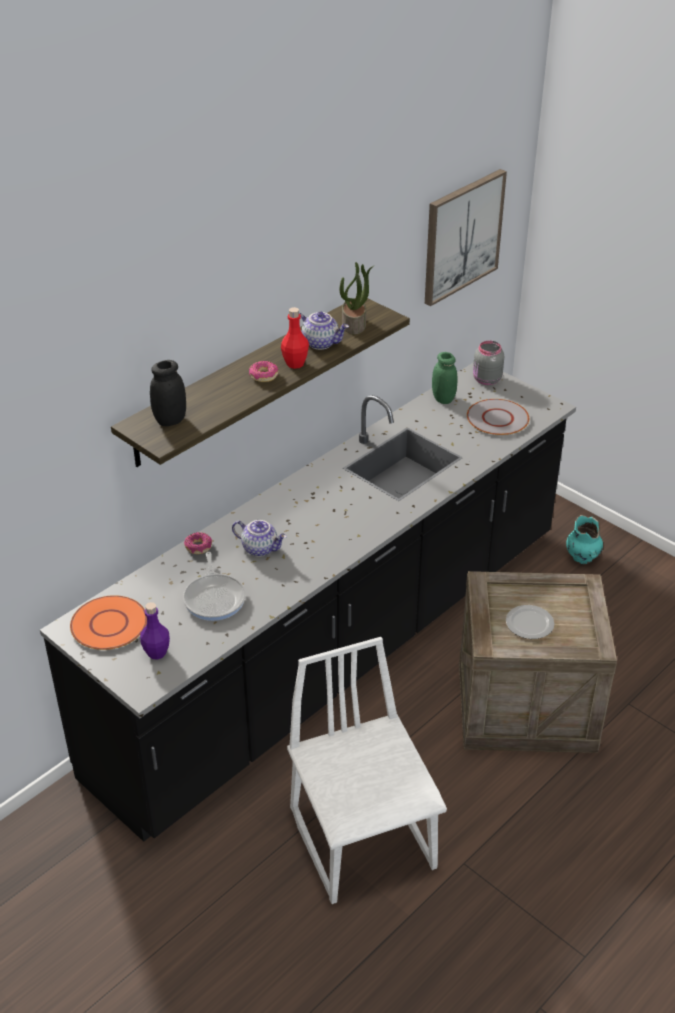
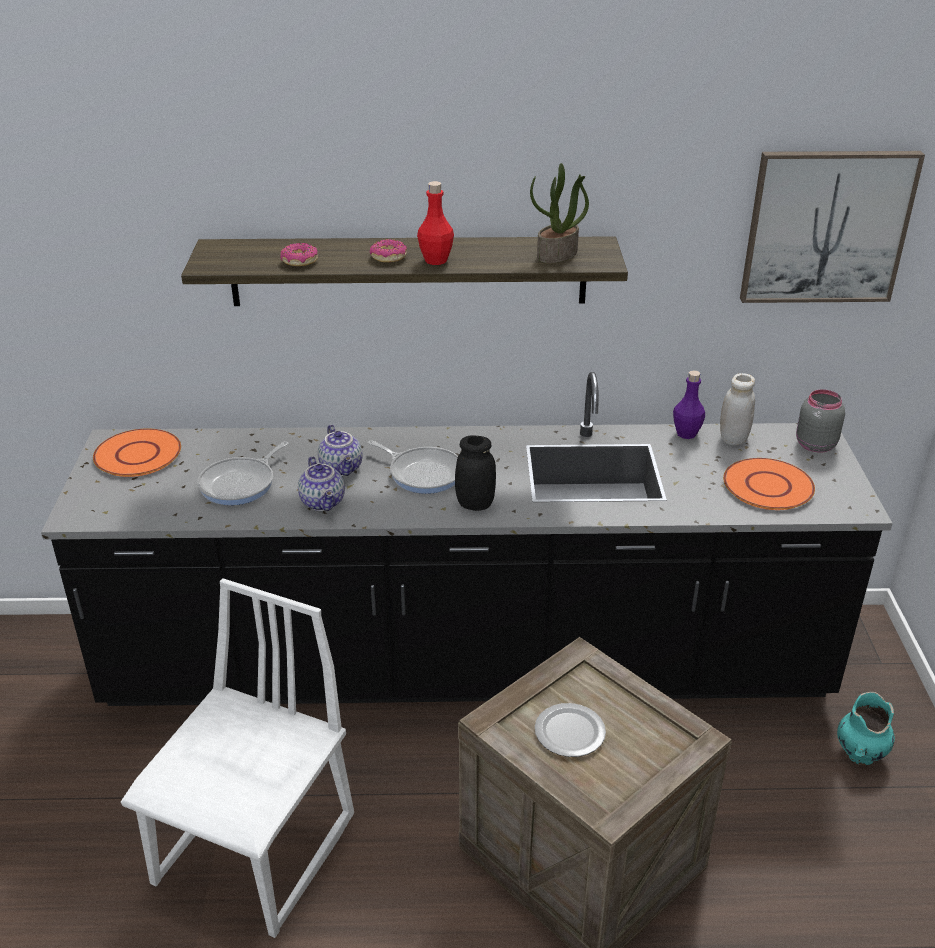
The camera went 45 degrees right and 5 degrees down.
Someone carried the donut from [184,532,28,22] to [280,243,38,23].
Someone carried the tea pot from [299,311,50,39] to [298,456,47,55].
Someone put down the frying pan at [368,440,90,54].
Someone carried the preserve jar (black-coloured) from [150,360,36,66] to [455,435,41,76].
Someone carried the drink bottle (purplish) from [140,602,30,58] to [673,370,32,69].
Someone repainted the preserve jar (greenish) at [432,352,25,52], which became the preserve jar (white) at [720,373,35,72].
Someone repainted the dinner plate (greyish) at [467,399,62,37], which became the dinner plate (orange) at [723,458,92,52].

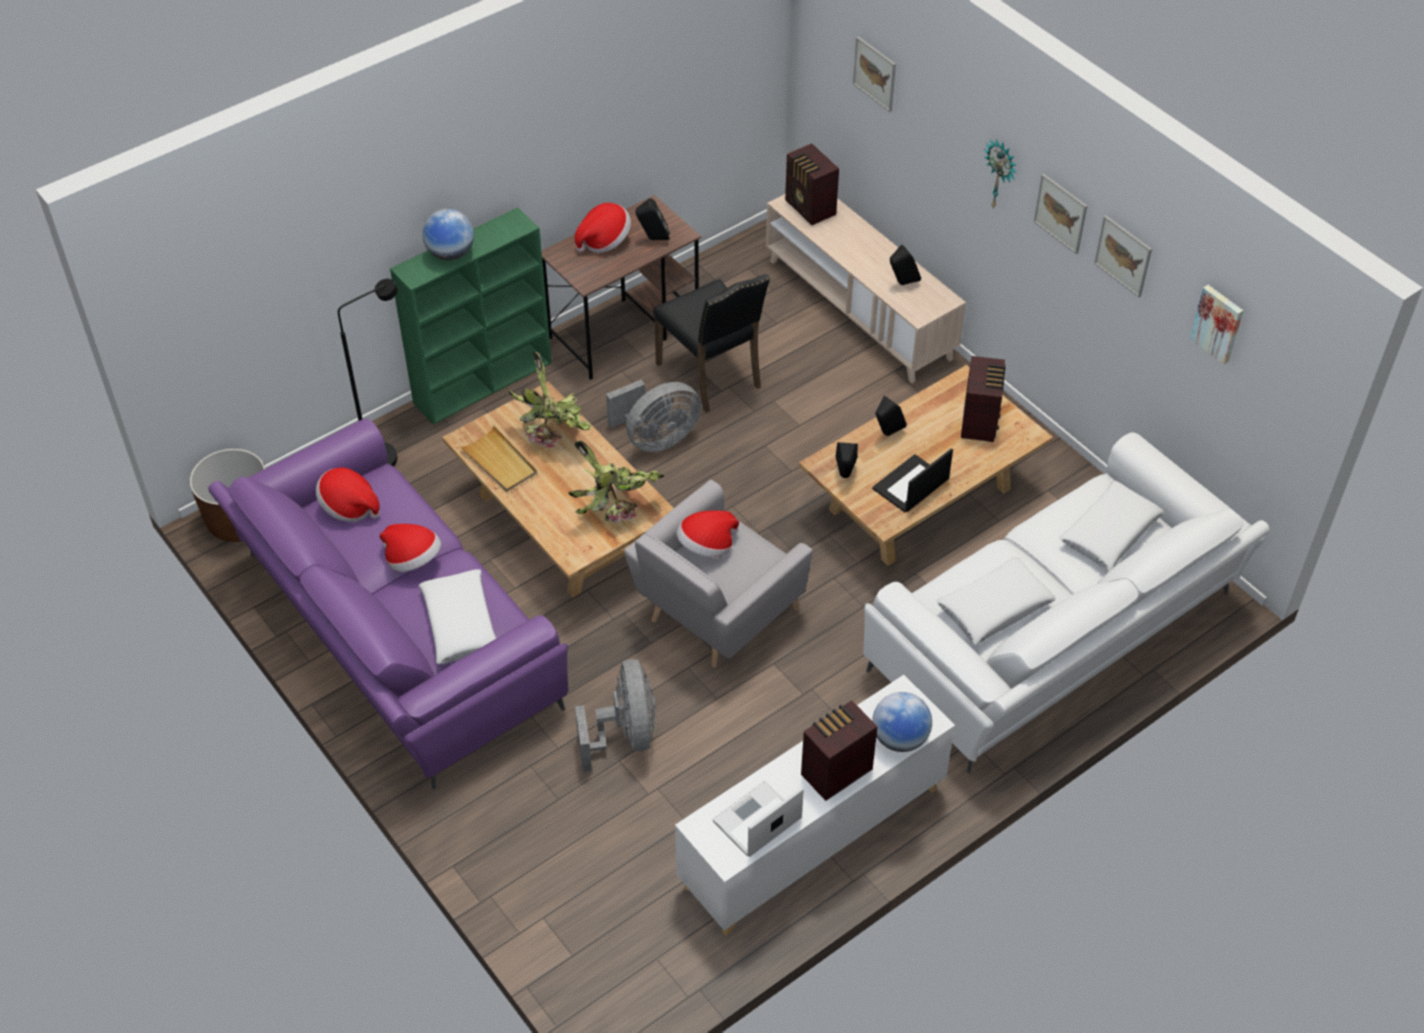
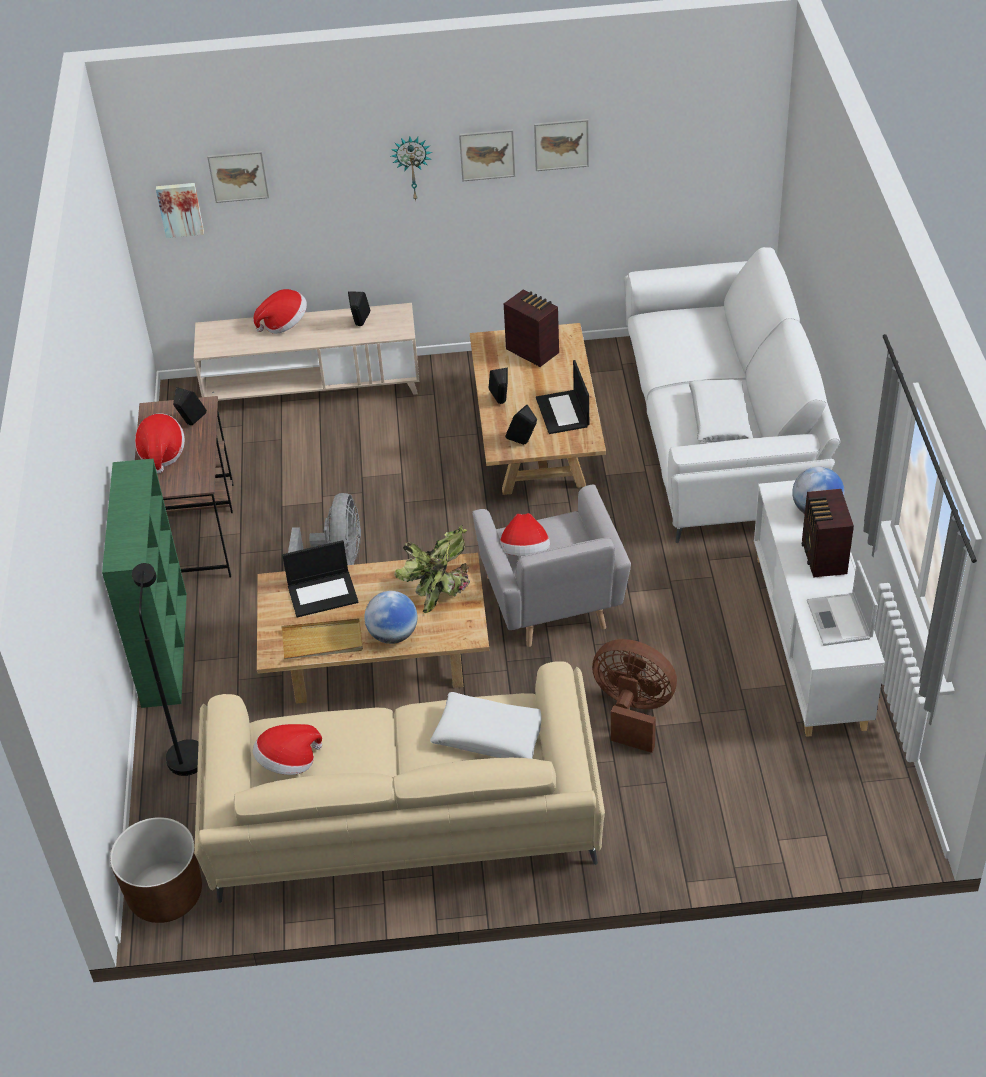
The camera went 55 degrees left and 5 degrees down.
Someone carried the wall picture from [1190,285,53,80] to [156,183,48,55].
Someone repainted the settee (purplish) at [208,419,360,370], which became the settee (beige) at [194,661,411,242].
Someone carried the hat from [379,524,62,48] to [253,289,54,45].
Someone swapped the plant in a pot at [507,352,84,96] for the portable computer at [282,540,76,78].
Someone carried the world globe from [422,209,52,51] to [364,591,54,53].
Someone repainted the fan (greyish) at [575,659,81,113], which became the fan (brown) at [592,639,85,114].
Someone took away the upright chair (black-coloured) at [654,274,116,139].
Someone took away the radio at [785,143,54,82].
Someone took away the throw pillow (white) at [1059,481,105,89].

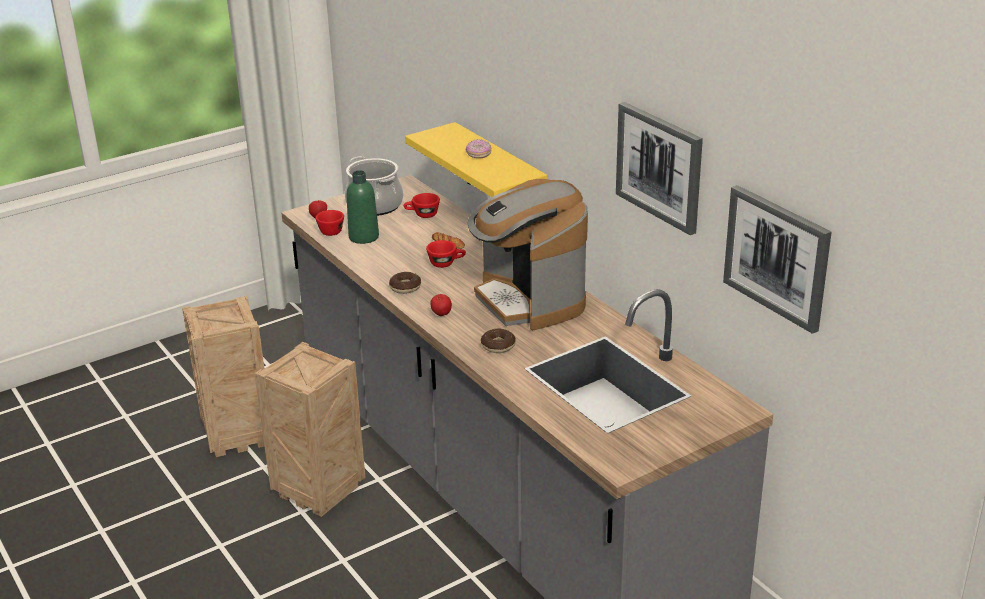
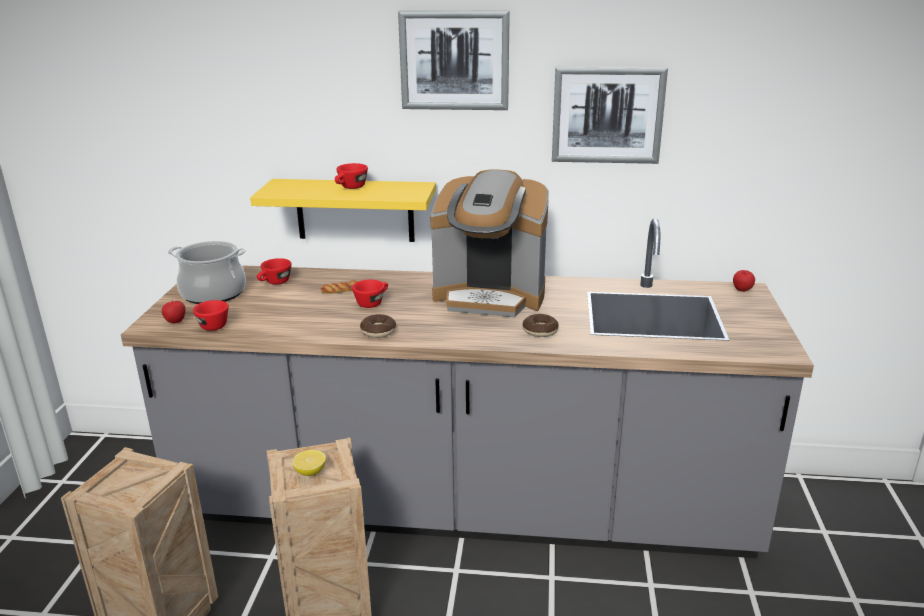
The camera went 50 degrees left and 5 degrees down.
Someone put down the whole lemon at [293,450,33,26].
Someone swapped the donut at [466,139,25,19] for the cup (red) at [335,163,33,26].
Someone carried the wall picture from [723,185,108,149] to [398,11,112,99].
Someone carried the apple from [430,294,22,22] to [733,270,22,22].
Someone took away the drink bottle (greenish) at [347,170,32,74].

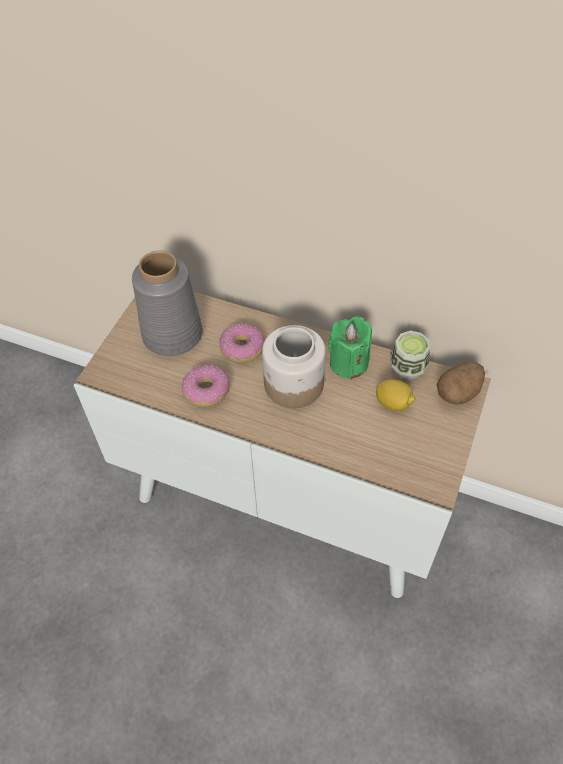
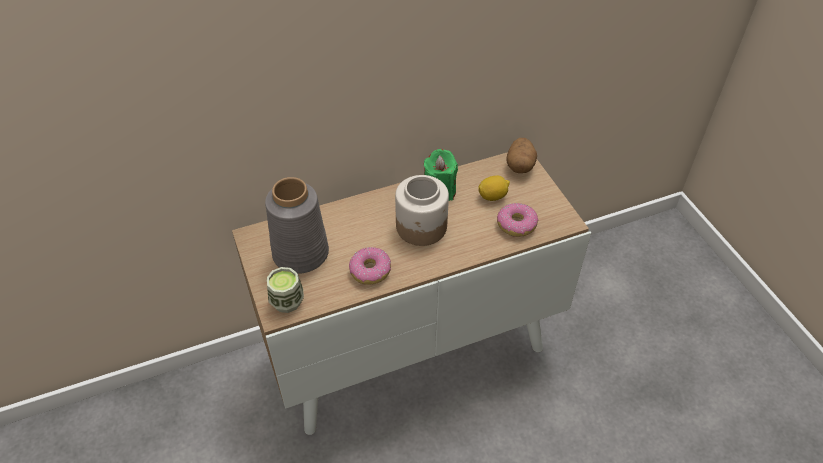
The camera went 45 degrees left and 5 degrees down.
Someone carried the cup from [390,331,40,49] to [267,267,37,46].
Someone carried the donut from [219,324,45,39] to [497,203,41,34].

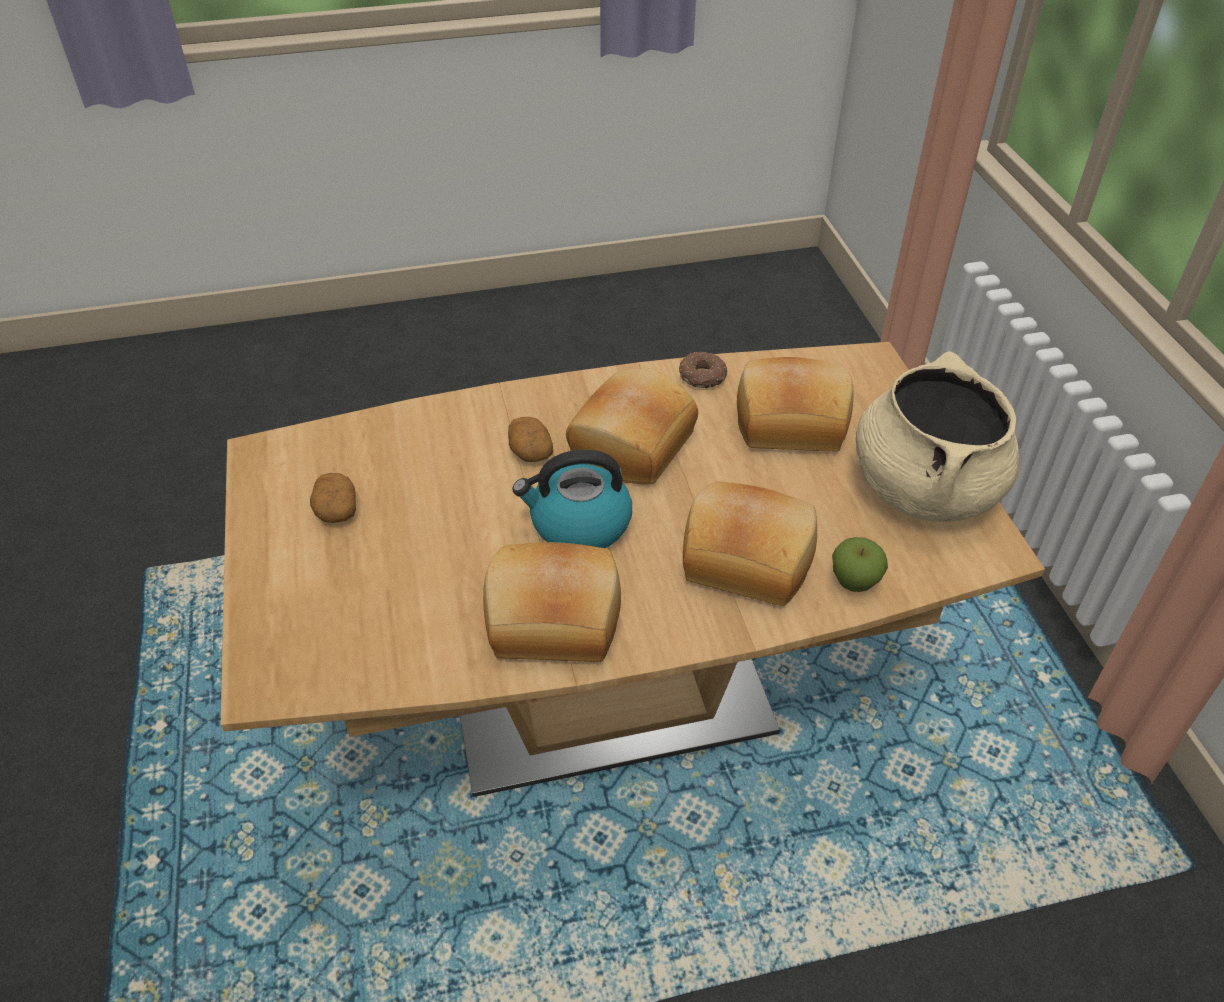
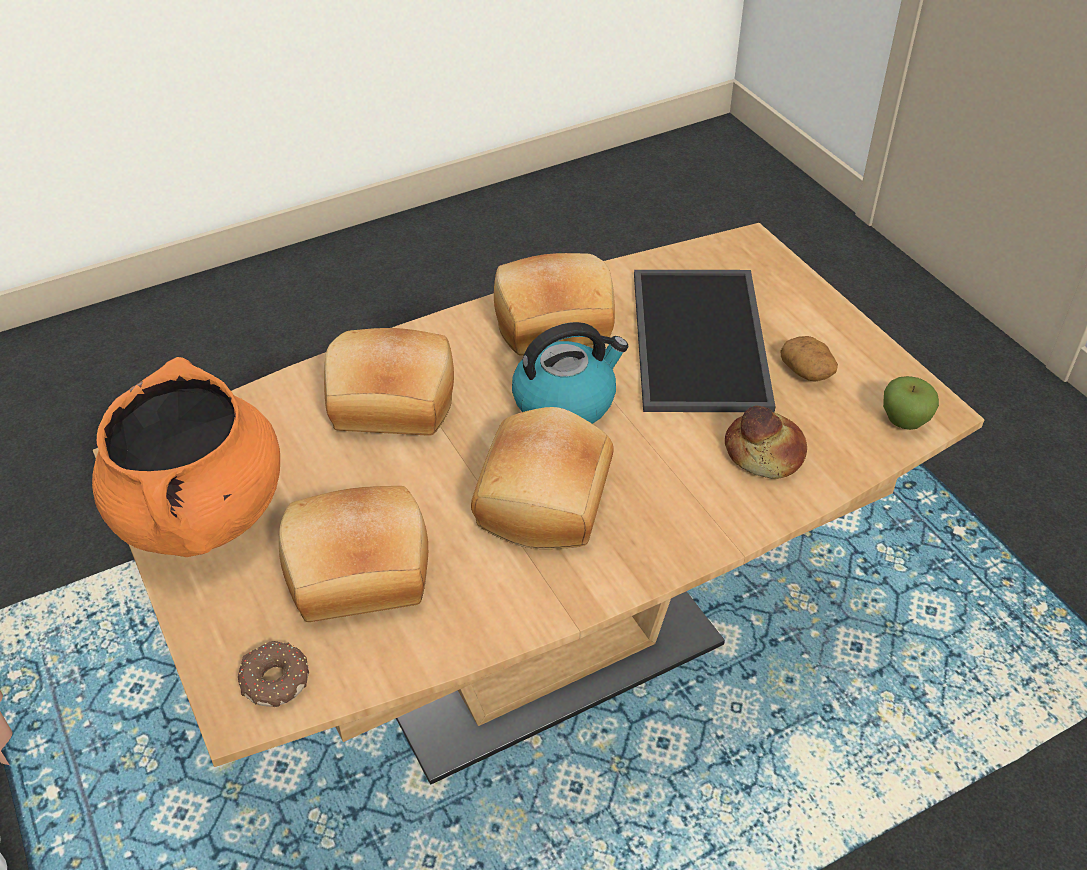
The camera went 165 degrees right and 0 degrees up.
Someone repainted the saucepot (beige) at [856,351,163,171], which became the saucepot (orange) at [92,357,188,200].
Someone carried the donut from [679,351,48,37] to [238,641,71,66].
Someone put down the tray at [634,270,142,142].
Someone put down the bread at [725,406,82,73].
Someone carried the apple from [832,537,56,55] to [883,376,56,54].
Someone took away the whole potato at [508,417,45,45].

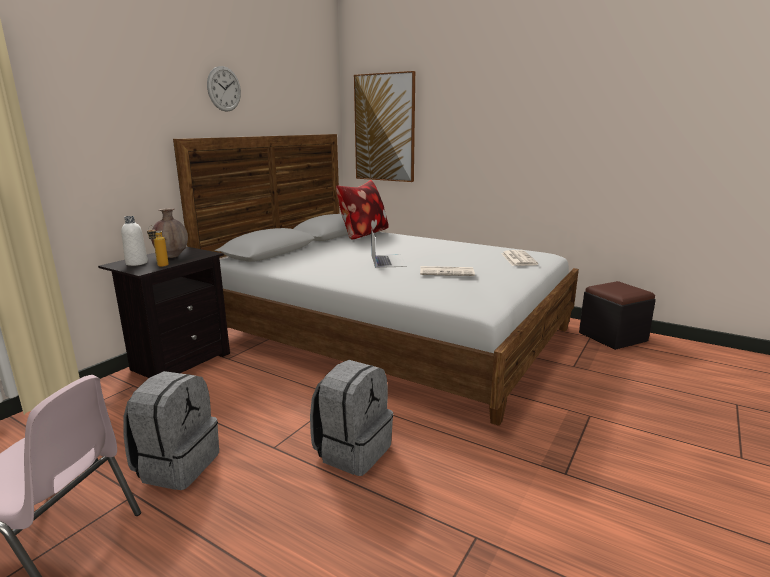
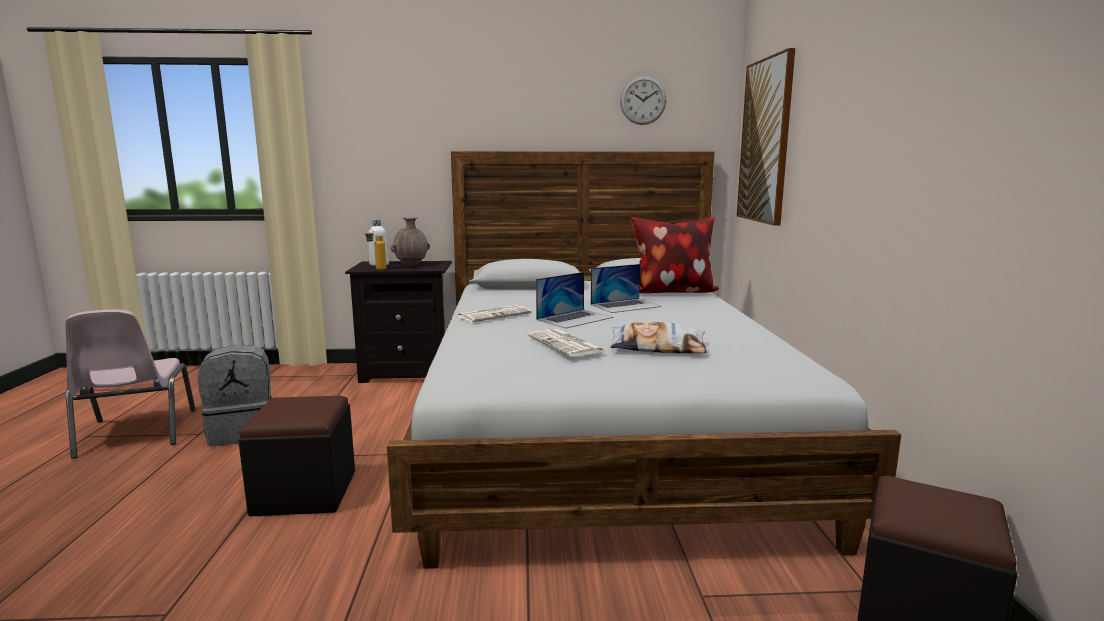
The camera went 55 degrees right and 5 degrees down.
Someone swapped the backpack (greyish) at [310,360,83,116] for the pouffe (black-coloured) at [238,396,117,120].
Someone carried the daily paper from [501,250,37,16] to [458,305,73,17].
Someone put down the portable computer at [591,264,71,49].
Someone put down the throw pillow at [611,322,96,31].
Someone carried the hanging clock from [207,66,34,46] to [620,76,46,49].

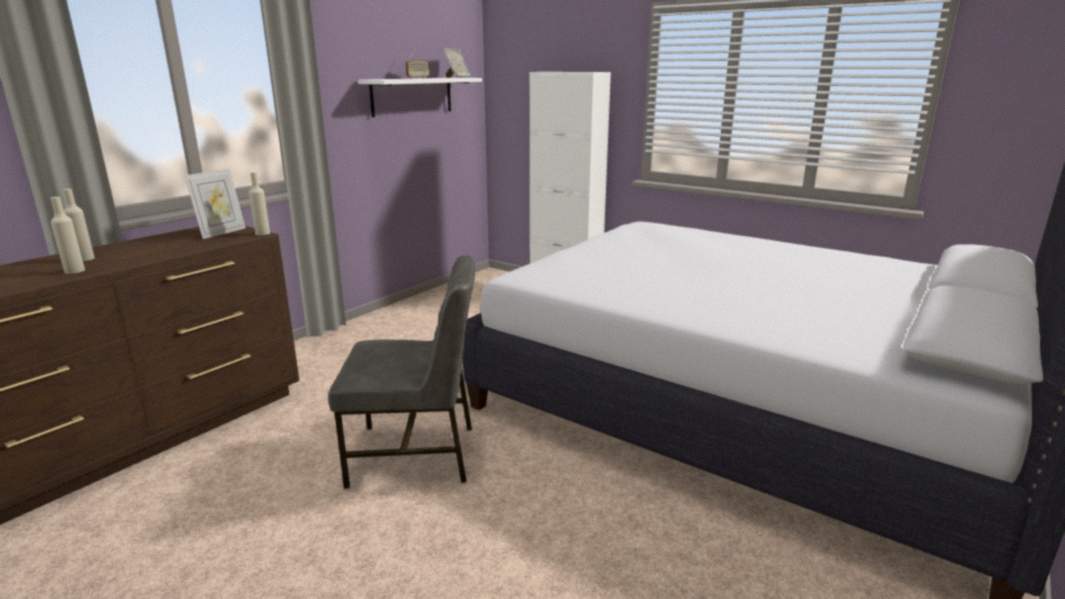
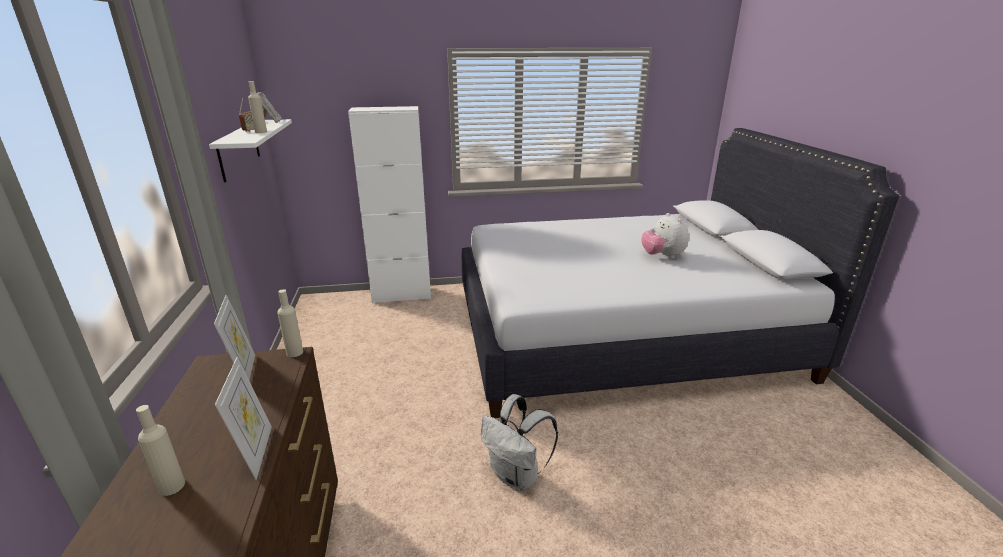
The camera went 45 degrees left and 5 degrees up.
Someone put down the photo frame at [215,357,57,123].
Someone carried the drink bottle (beige) from [51,197,34,77] to [248,81,19,52].
Someone swapped the upright chair (greyish) at [328,255,147,234] for the backpack (white) at [481,394,77,98].
Someone put down the plush toy at [641,213,48,46].

